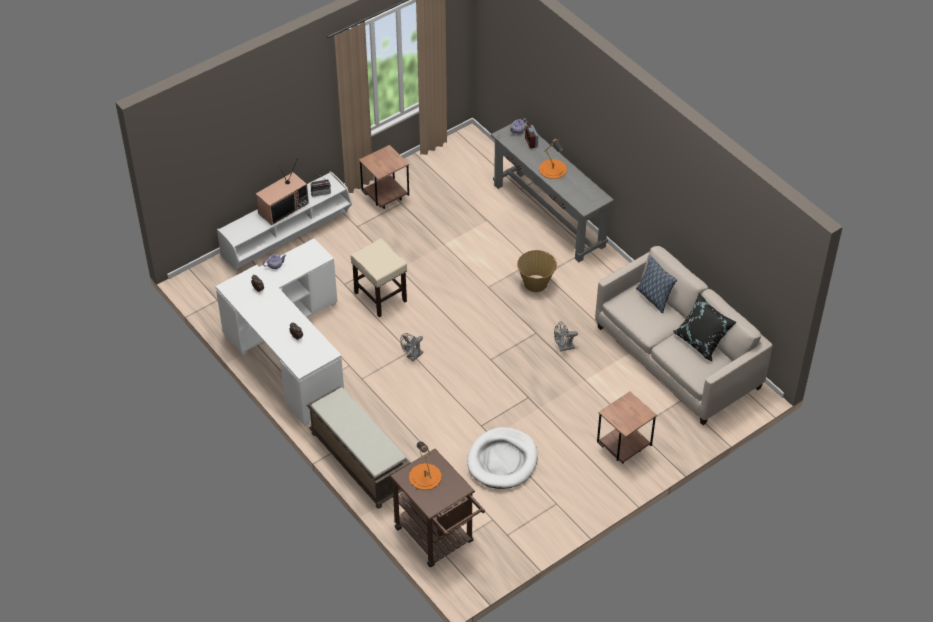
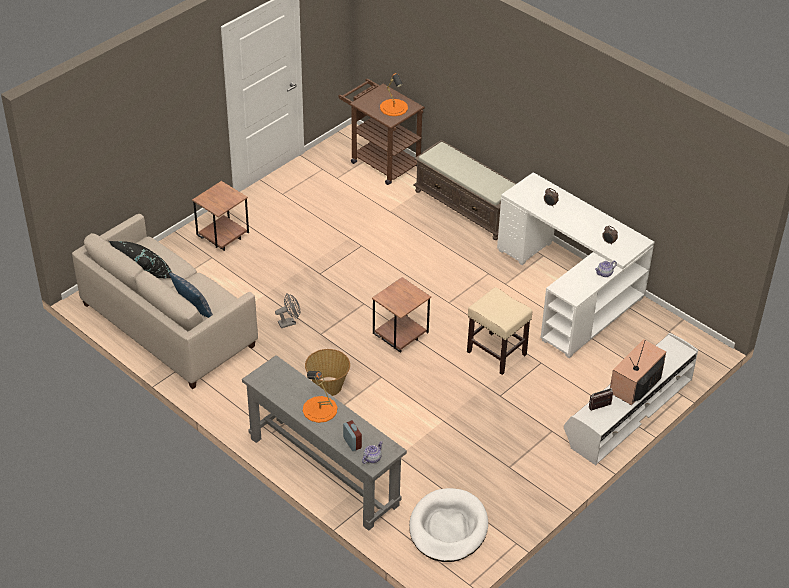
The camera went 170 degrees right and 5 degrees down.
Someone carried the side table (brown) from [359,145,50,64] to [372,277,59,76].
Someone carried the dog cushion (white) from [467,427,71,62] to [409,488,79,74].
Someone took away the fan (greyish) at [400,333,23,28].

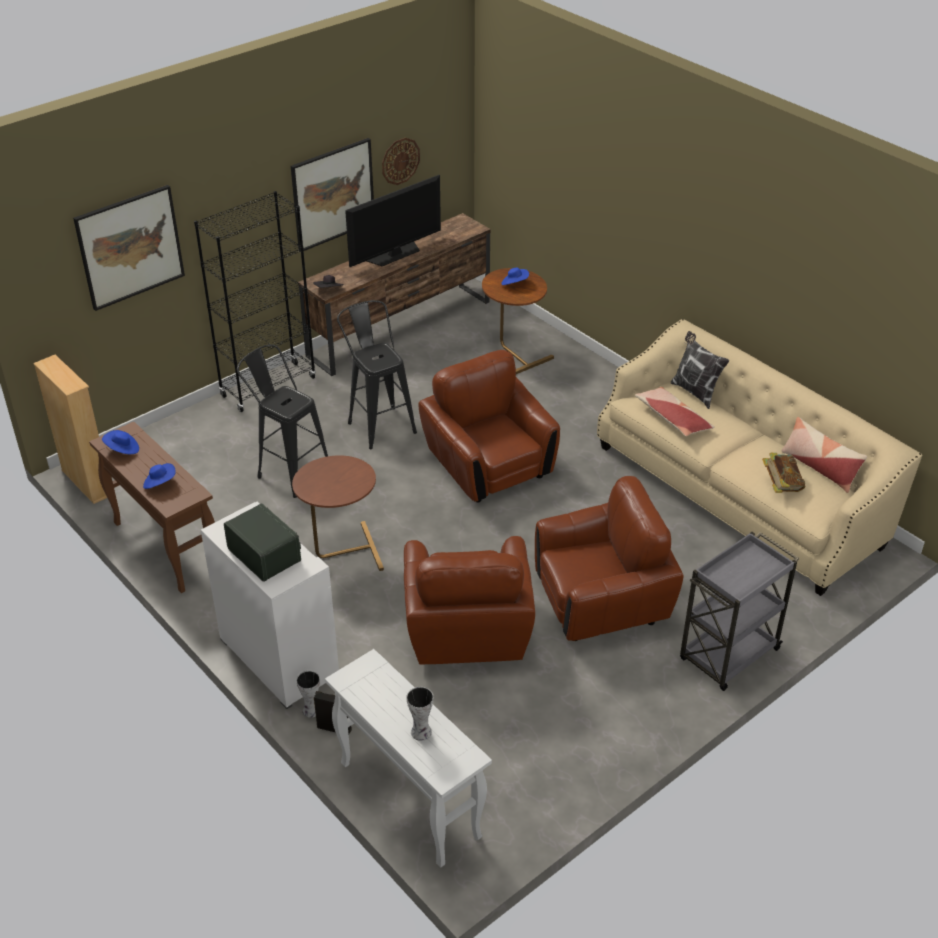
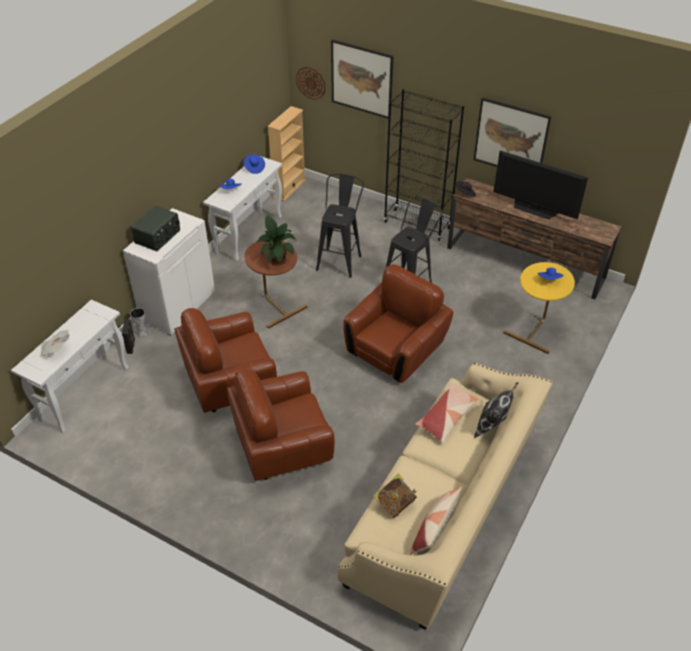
The camera went 70 degrees right and 5 degrees up.
Someone swapped the flower vase at [406,687,28,54] for the daily paper at [40,330,30,27].
Someone repainted the console table (brown) at [89,422,126,171], which became the console table (white) at [203,156,79,105].
Someone rotated the easy chair (brown) at [535,476,148,165] by 105 degrees clockwise.
Someone put down the plant in a pot at [257,216,39,50].
Someone carried the hanging clock from [382,138,38,47] to [296,67,30,33].
Someone repainted the side table (brown) at [482,268,72,106], which became the side table (yellowish) at [503,262,72,92].
Someone took away the wheeled cart (greyish) at [680,532,119,159].

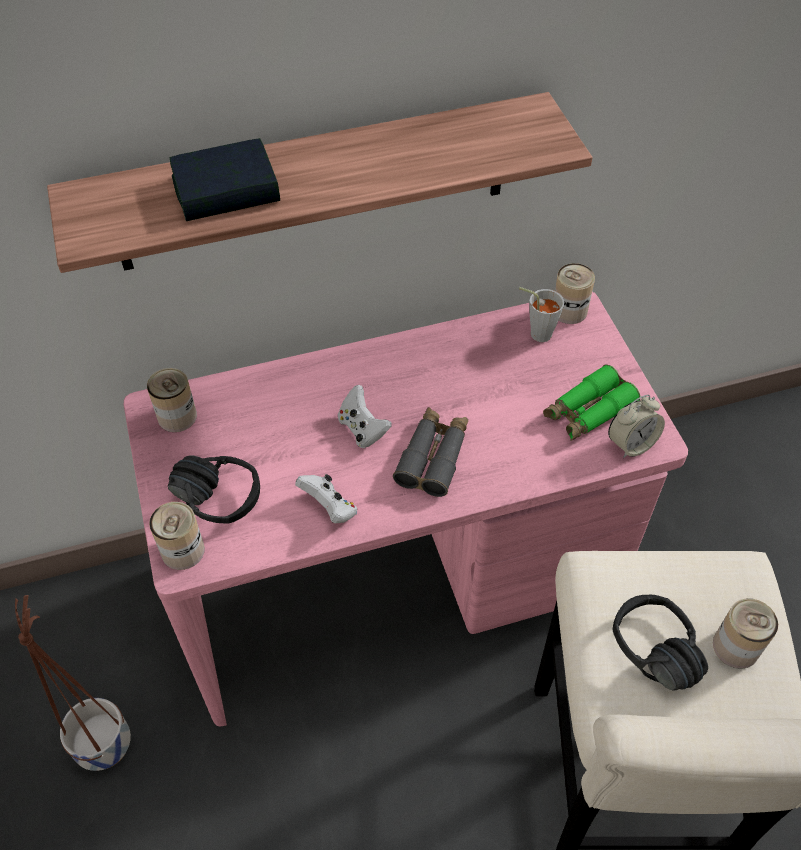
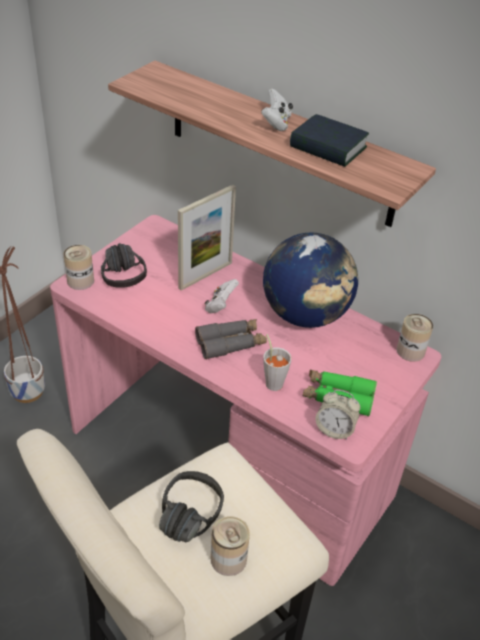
The camera went 50 degrees right and 10 degrees down.
Someone put down the photo frame at [178,185,58,105].
Someone carried the game controller (white) from [295,474,62,49] to [261,88,32,43].
Someone put down the world globe at [263,232,95,96].
Someone carried the cup (greyish) from [519,287,45,55] to [263,334,29,57].
Someone carried the bound book from [169,138,111,83] to [290,114,79,53].
Someone took away the can at [147,368,50,64].

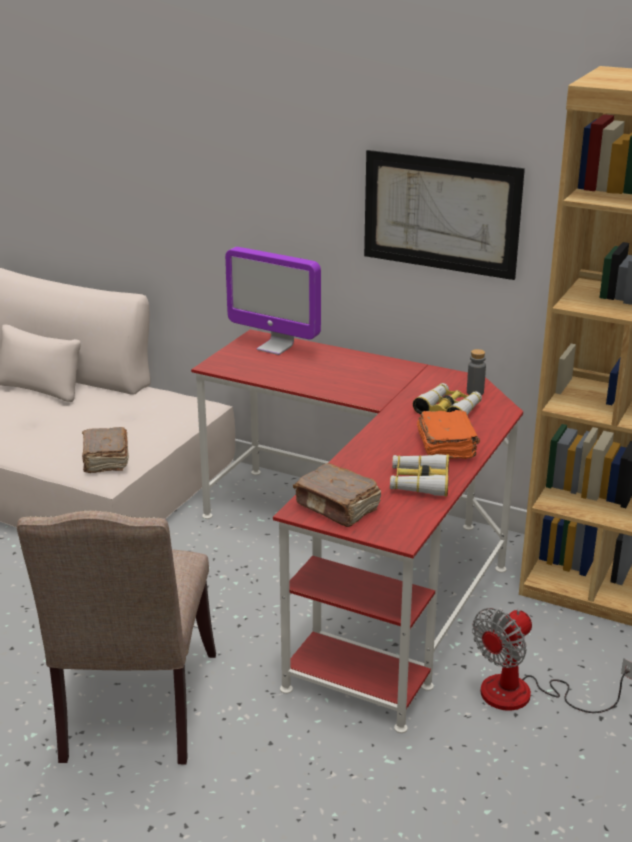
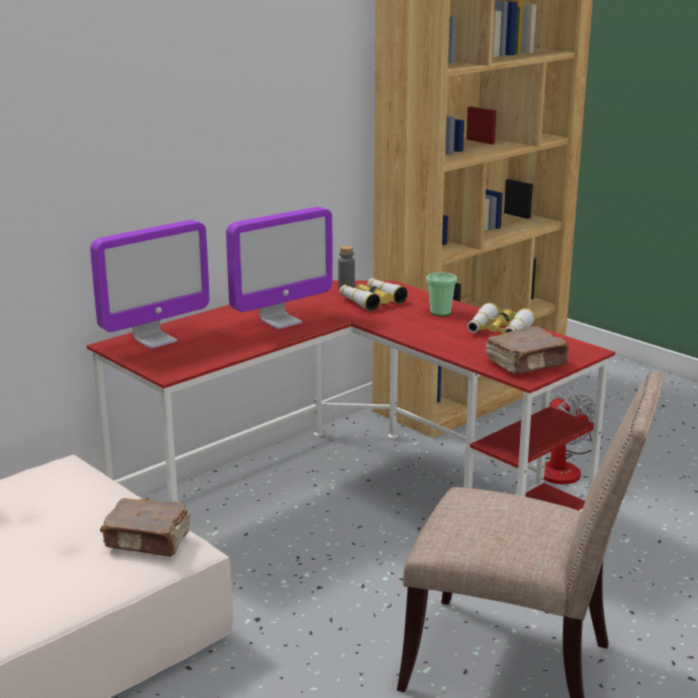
The camera went 70 degrees left and 5 degrees down.
Someone put down the monitor at [226,207,107,122].
Someone swapped the bound book (orange) at [417,410,63,49] for the cup at [427,272,30,44].
Someone took away the wall picture at [364,150,161,130].

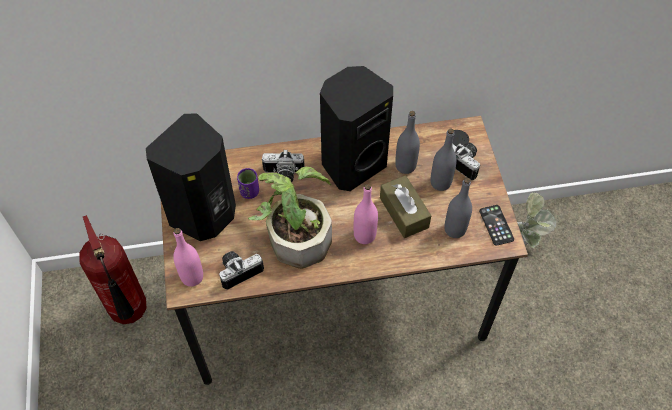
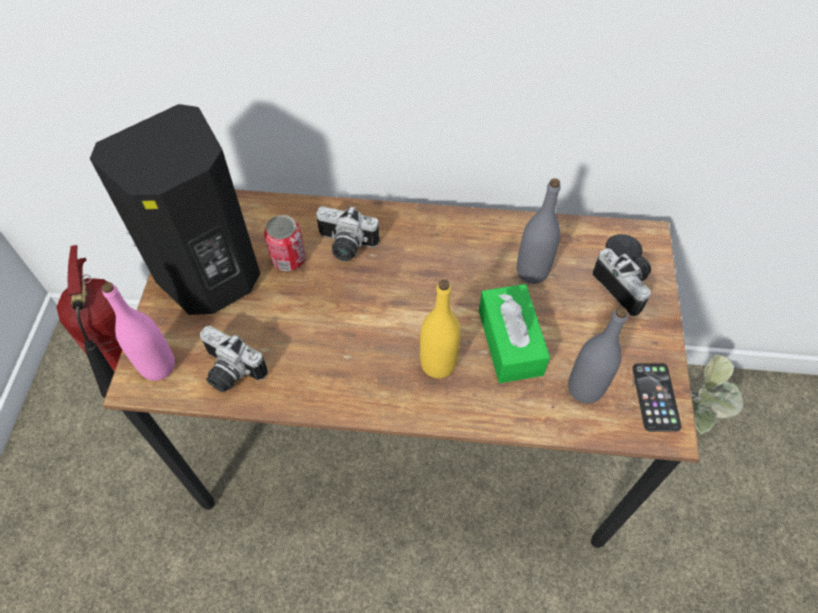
The camera went 15 degrees right and 0 degrees up.
Someone rotated the photo camera at [219,251,45,39] by 135 degrees counterclockwise.
Someone swapped the cup (purplish) at [237,168,22,31] for the can at [264,215,42,56].
Someone repainted the drink bottle (pink) at [354,184,24,60], which became the drink bottle (yellowish) at [420,280,41,98].
Someone repainted the tissue holder (brown) at [380,175,51,63], which became the tissue holder (greenish) at [479,284,71,99].
Someone took away the plant in a pot at [248,167,84,102].
Someone took away the loudspeaker (black-coloured) at [320,66,73,125].
Someone took away the drink bottle (greyish) at [430,128,27,63].

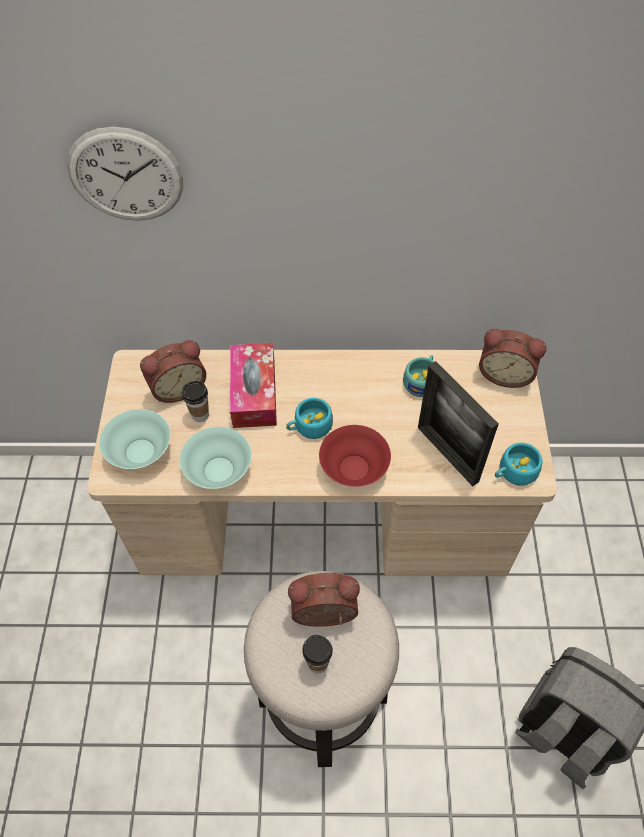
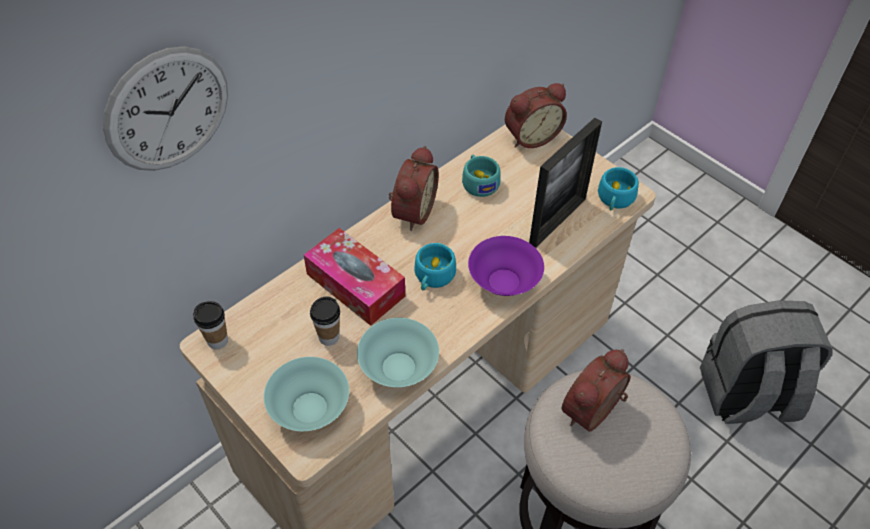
The camera went 45 degrees left and 5 degrees down.
Someone carried the cup from [302,635,31,39] to [193,301,35,48].
Someone carried the bedside clock from [140,340,66,63] to [389,146,50,85].
Someone repainted the bowl (red) at [319,425,72,62], which became the bowl (purplish) at [468,236,76,60].
Someone rotated the photo frame at [418,361,81,125] by 60 degrees counterclockwise.

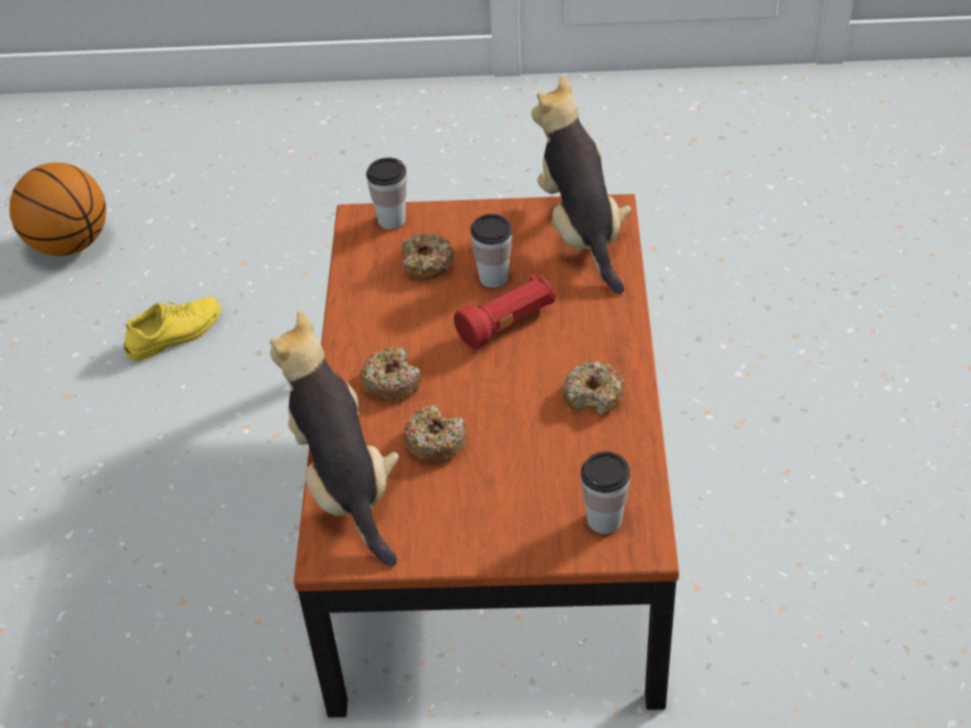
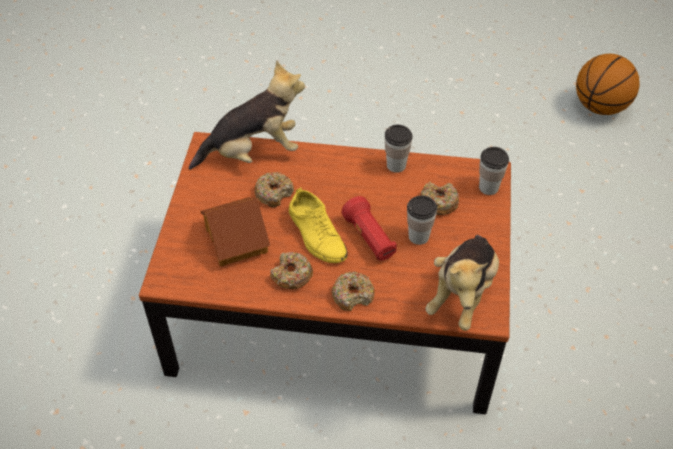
The camera went 95 degrees right and 5 degrees up.
Someone put down the model house at [200,197,70,69].
Someone carried the item of footwear (yellowish) from [124,297,97,64] to [289,187,59,76].
Someone carried the donut from [360,347,61,54] to [332,271,43,40].
Someone carried the cup from [581,451,49,83] to [385,125,28,48].
Someone rotated the plush toy at [531,75,100,219] by 120 degrees clockwise.

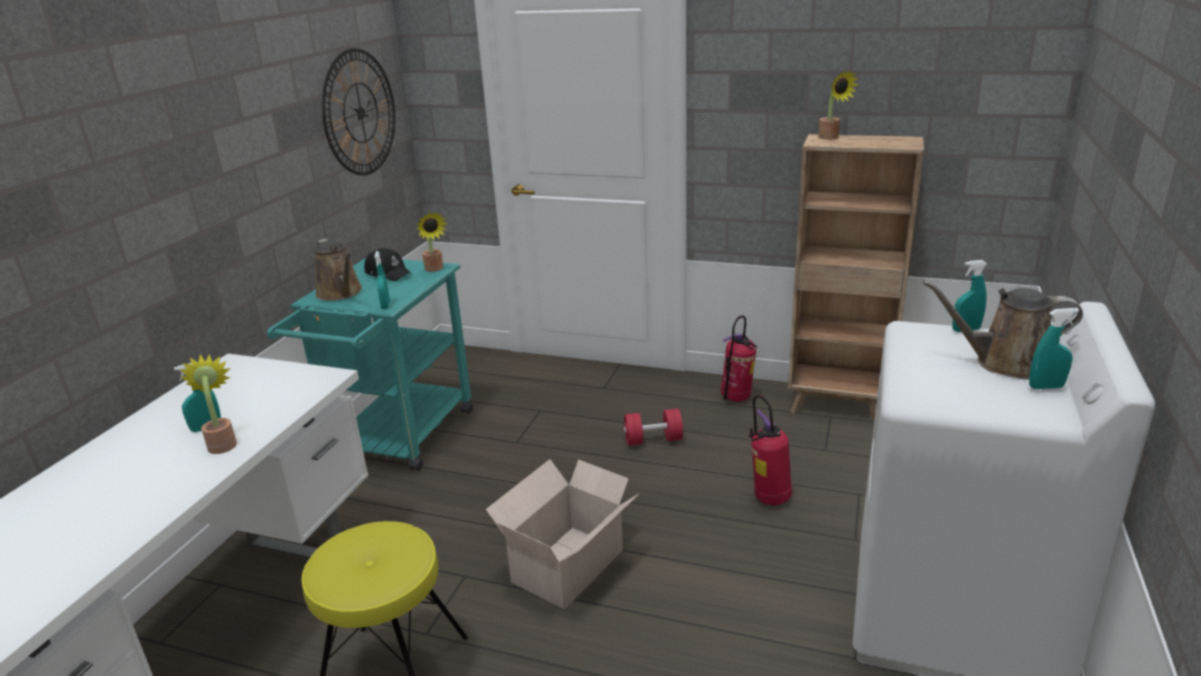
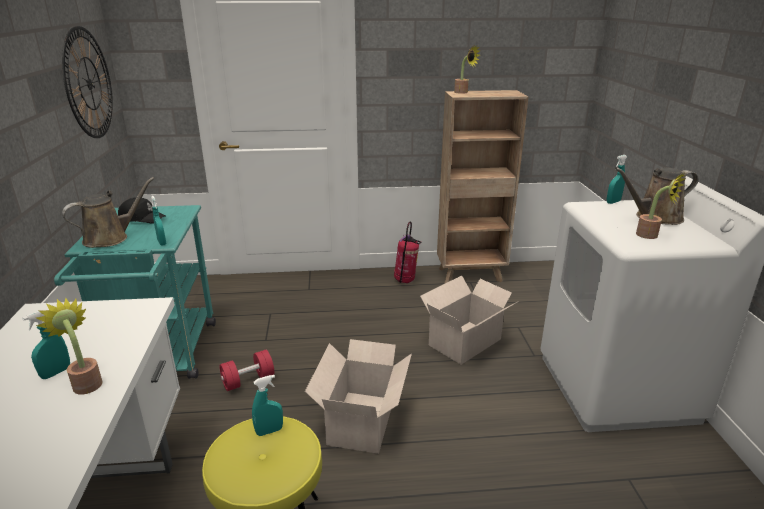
The camera went 25 degrees left and 0 degrees up.
Someone rotated the watering can (brown) at [314,239,48,62] by 75 degrees counterclockwise.
Someone carried the dumbbell (red) from [624,409,59,37] to [219,350,55,41].
Someone carried the sprayer (blue-green) from [1029,308,50,81] to [252,375,31,61].
Someone swapped the fire-fighting cylinder at [748,395,44,111] for the carton at [420,276,97,89].
Someone carried the plant in a pot from [416,212,31,60] to [636,173,49,66].

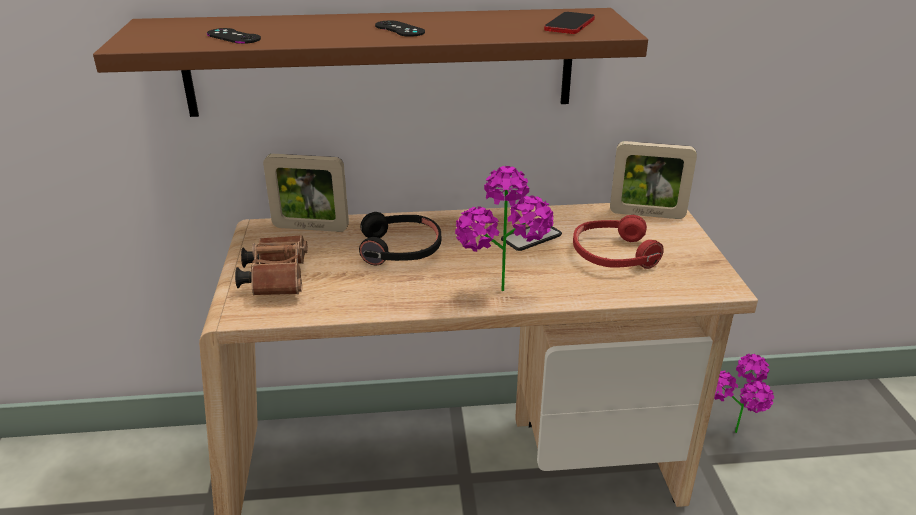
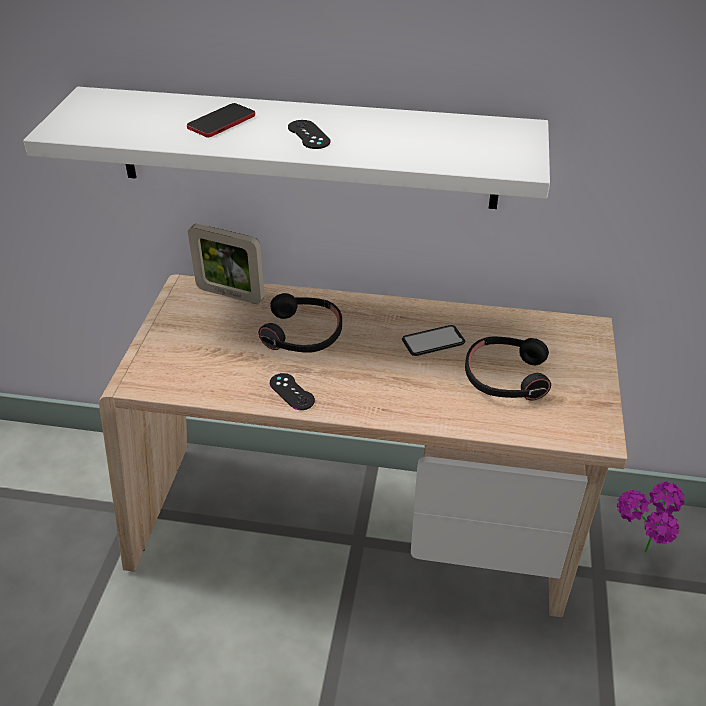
The camera went 15 degrees right and 10 degrees up.
Someone repainted the wall shelf (brown) at [93,8,555,109], which became the wall shelf (white) at [23,87,527,122].
Someone carried the telephone from [544,12,51,22] to [187,103,68,35].
Someone carried the game controller (black-coloured) from [207,28,54,16] to [270,373,45,37].
Someone repainted the headset (red) at [573,215,91,54], which became the headset (black-coloured) at [465,337,86,63].
Someone took away the binoculars (brown) at [235,235,73,60].
Someone took away the plant in a pot at [455,166,99,125].
Someone took away the photo frame at [610,141,87,78].

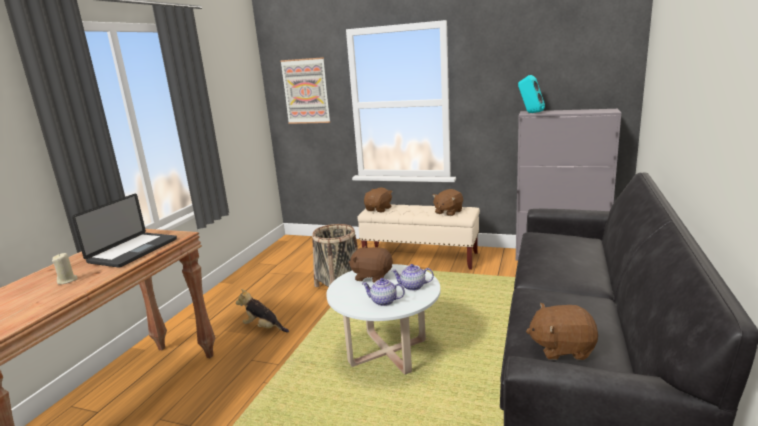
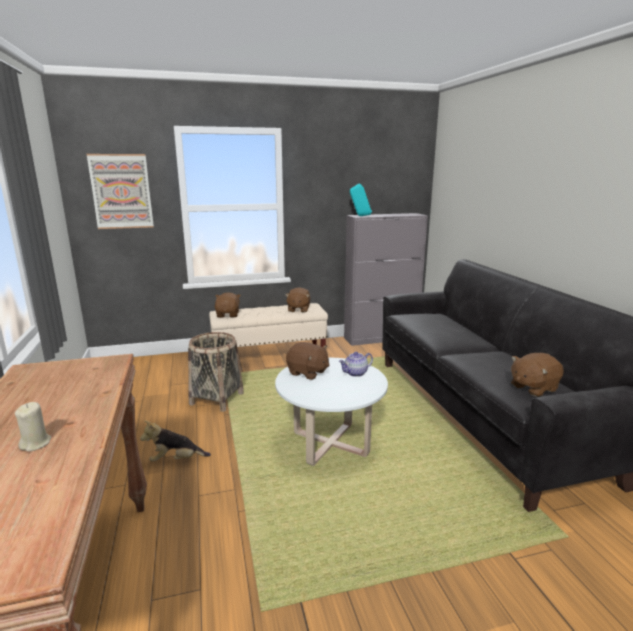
The camera went 35 degrees left and 0 degrees up.
Someone rotated the plush toy (brown) at [349,246,44,37] by 135 degrees counterclockwise.
Someone took away the portable computer at [72,194,105,74].
Someone took away the tea pot at [362,278,43,28].

